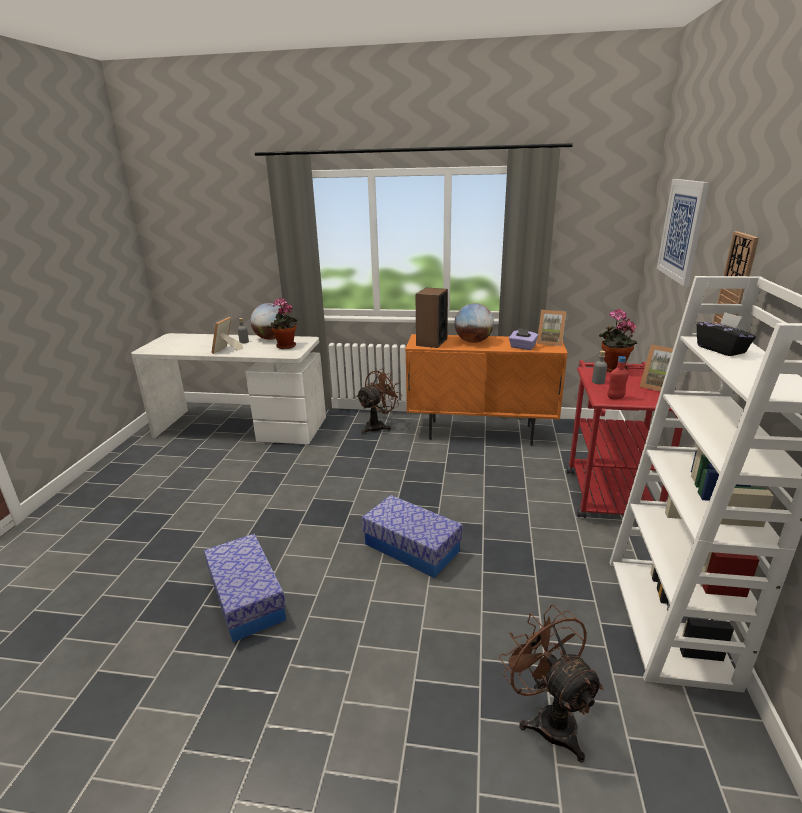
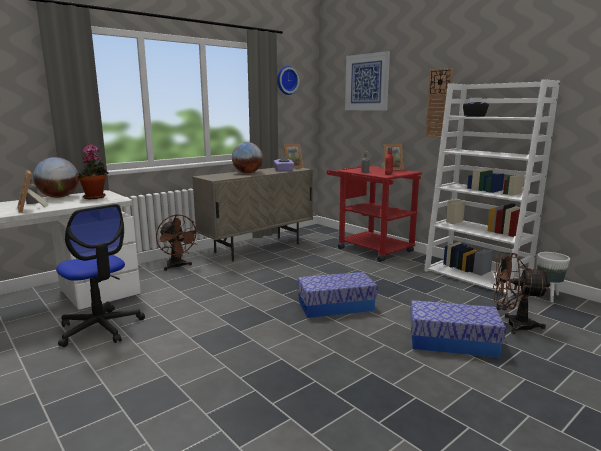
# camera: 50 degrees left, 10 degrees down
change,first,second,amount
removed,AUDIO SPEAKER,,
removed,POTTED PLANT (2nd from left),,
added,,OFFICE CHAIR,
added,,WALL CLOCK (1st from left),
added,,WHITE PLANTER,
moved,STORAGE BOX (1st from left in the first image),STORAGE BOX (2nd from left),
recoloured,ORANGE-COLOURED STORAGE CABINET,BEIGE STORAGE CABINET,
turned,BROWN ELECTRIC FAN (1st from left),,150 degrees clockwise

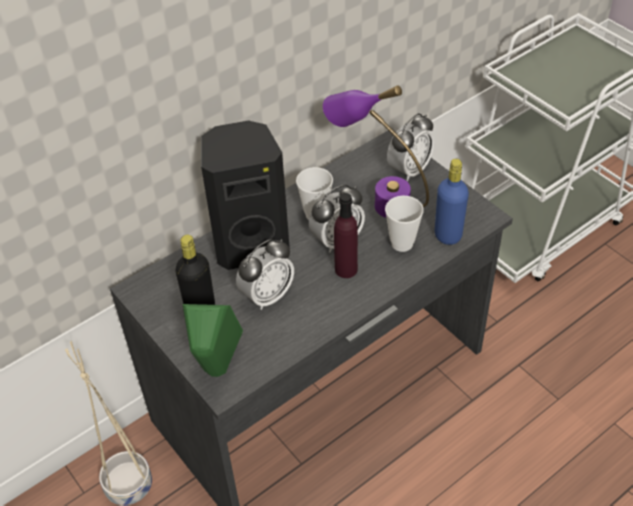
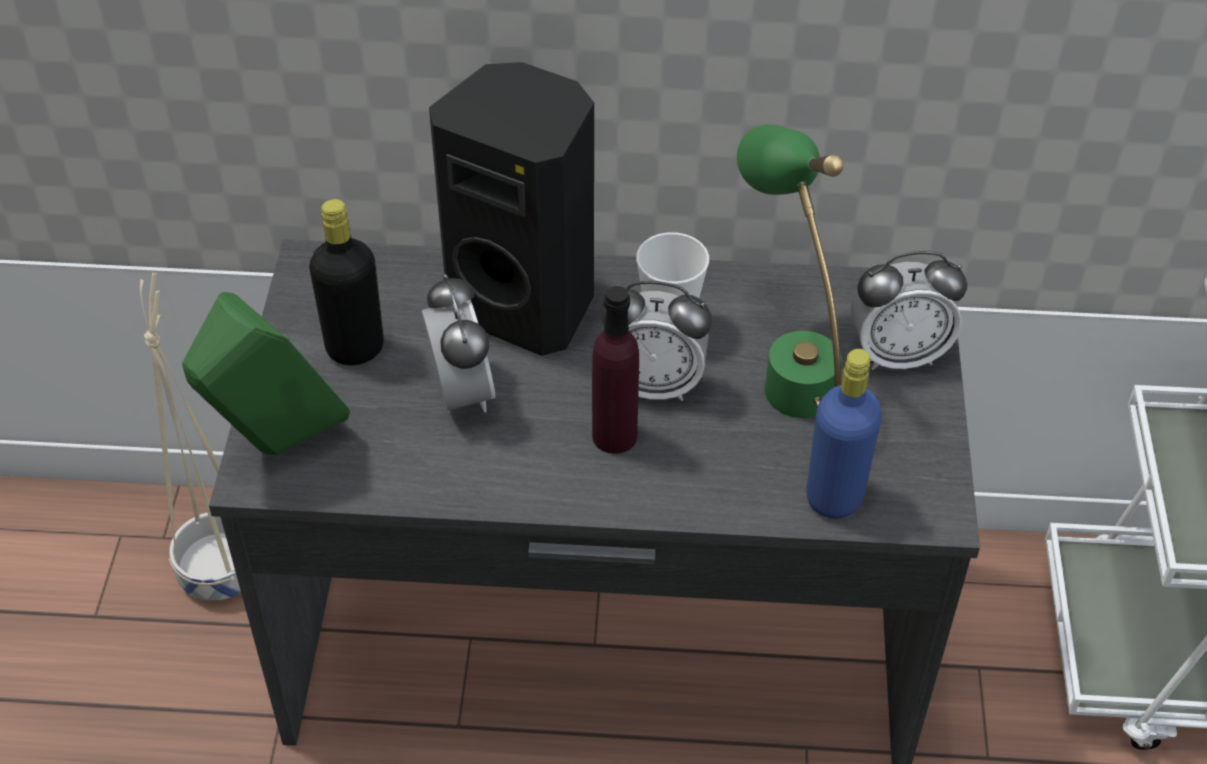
# camera: 40 degrees right, 0 degrees up
change,first,second,amount
removed,DRINKING CUP (2nd from left),,
recoloured,PURPLE-COLOURED LAMP FOR A TABLE,GREEN-COLOURED LAMP FOR A TABLE,
turned,TABLE CLOCK (1st from left),,105 degrees counterclockwise

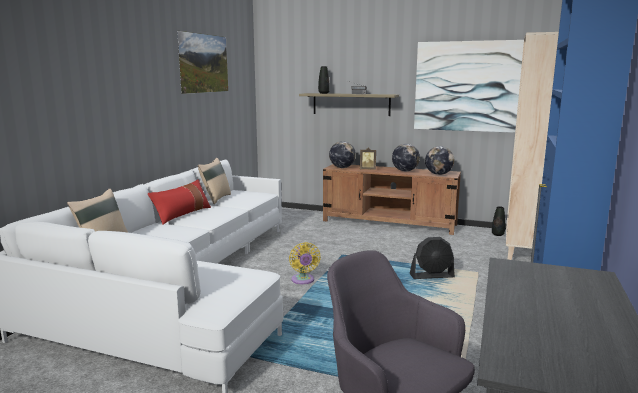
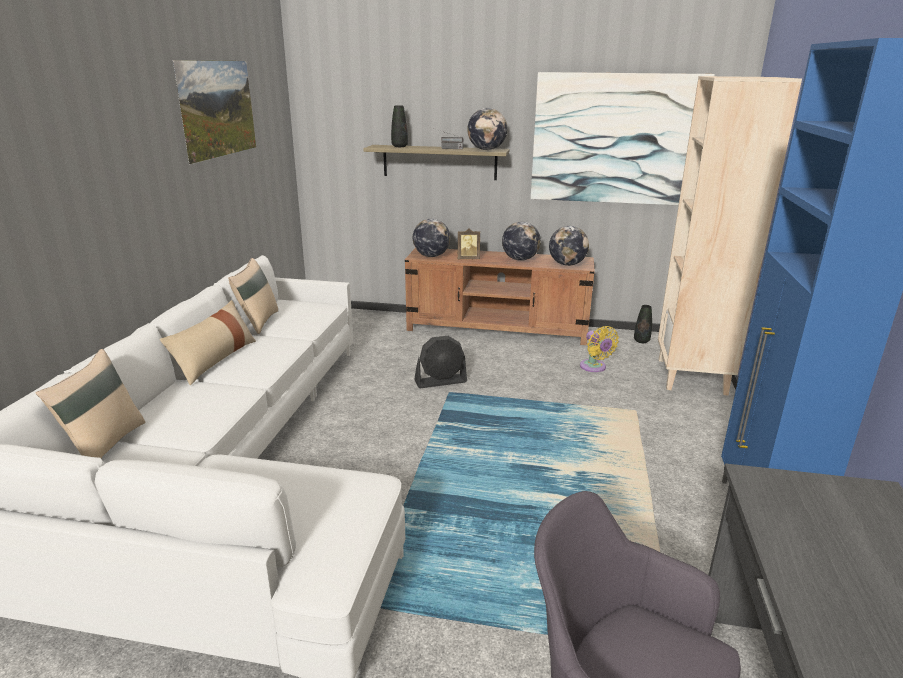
# camera: 10 degrees left, 10 degrees up
change,first,second,amount
added,,WORLD GLOBE (2nd from left),
moved,YELLOW ELECTRIC FAN,,
moved,BLACK-COLOURED ELECTRIC FAN,,
recoloured,RED PILLOW,BEIGE PILLOW (2nd from left),

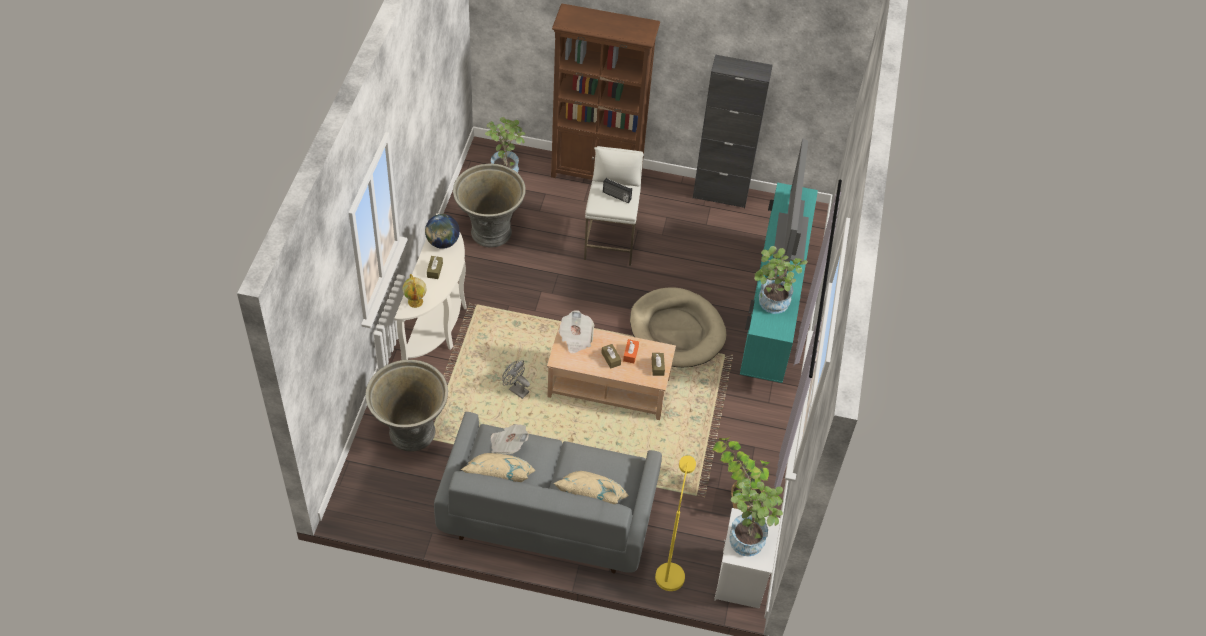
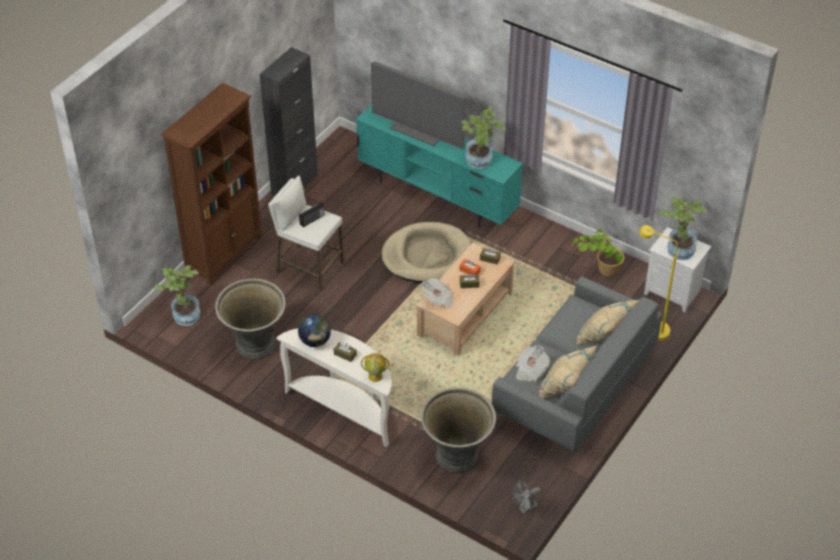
# camera: 65 degrees left, 5 degrees down
change,first,second,amount
moved,GREY ELECTRIC FAN,,

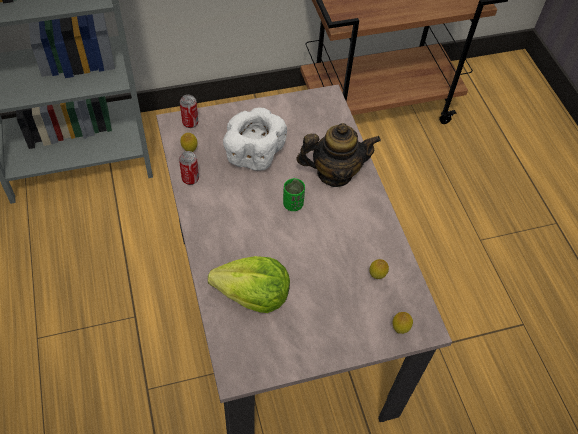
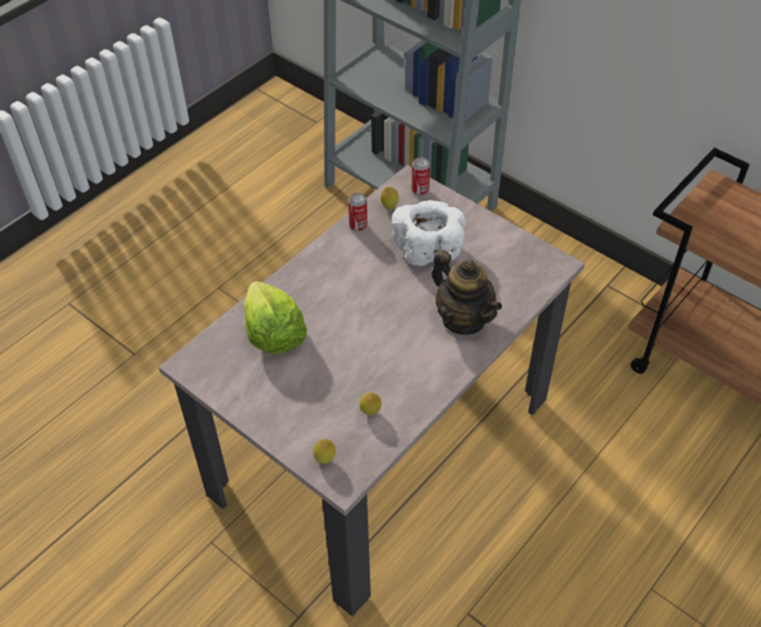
# camera: 60 degrees right, 5 degrees down
change,first,second,amount
removed,GREEN-COLOURED DRINKING CUP,,

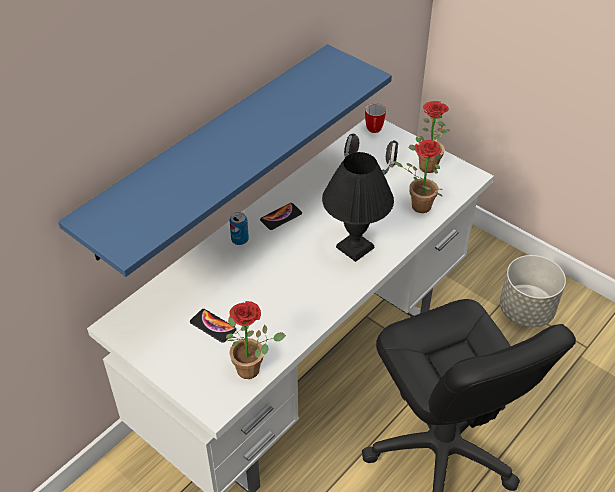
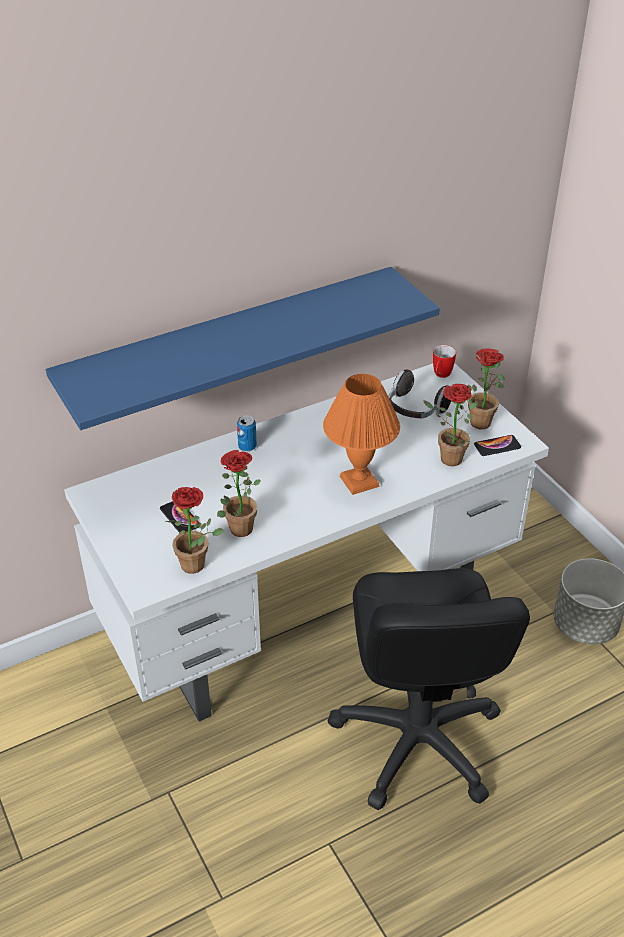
# camera: 20 degrees right, 5 degrees down
change,first,second,amount
added,,POTTED PLANT (2nd from left),
moved,PHONE (2nd from left),,
recoloured,BLACK-COLOURED LAMP FOR A TABLE,ORANGE-COLOURED LAMP FOR A TABLE,

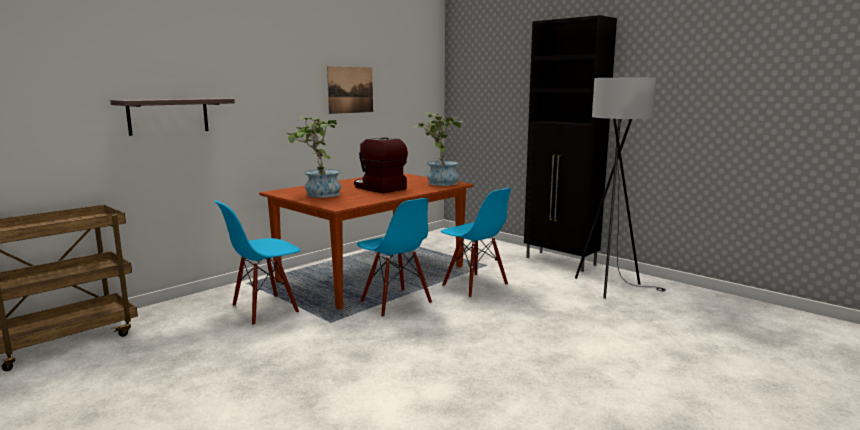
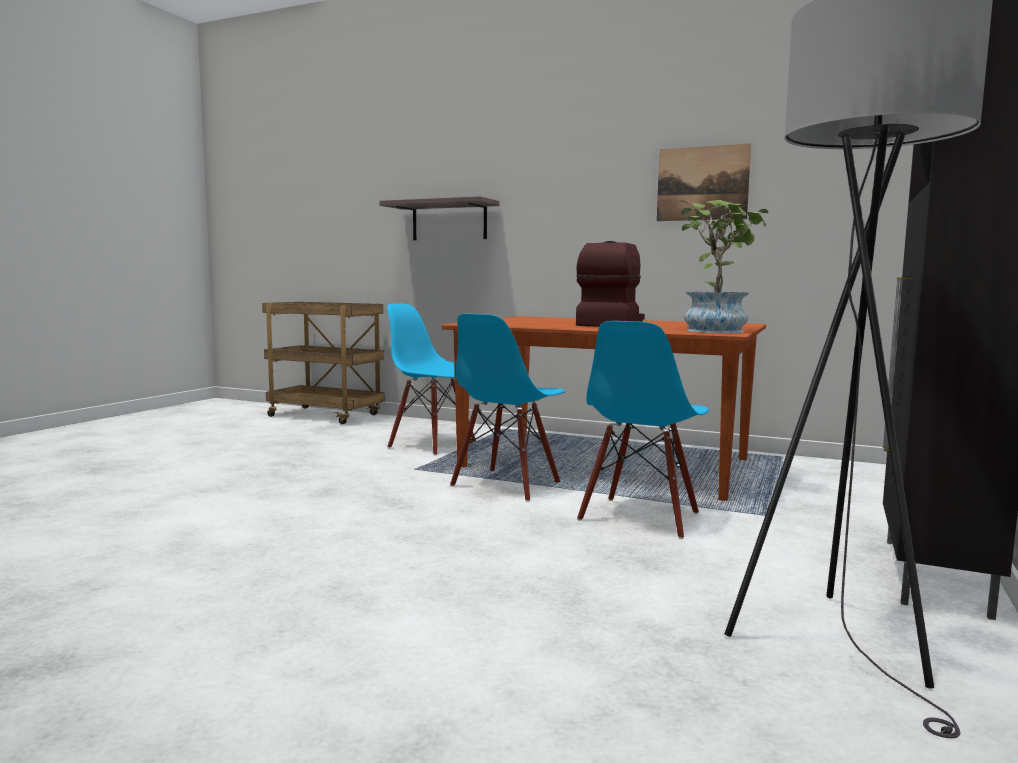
# camera: 70 degrees right, 5 degrees down
change,first,second,amount
removed,POTTED PLANT (1st from left),,

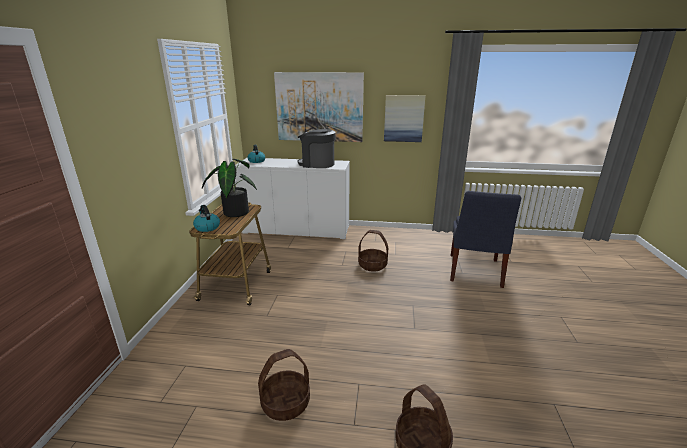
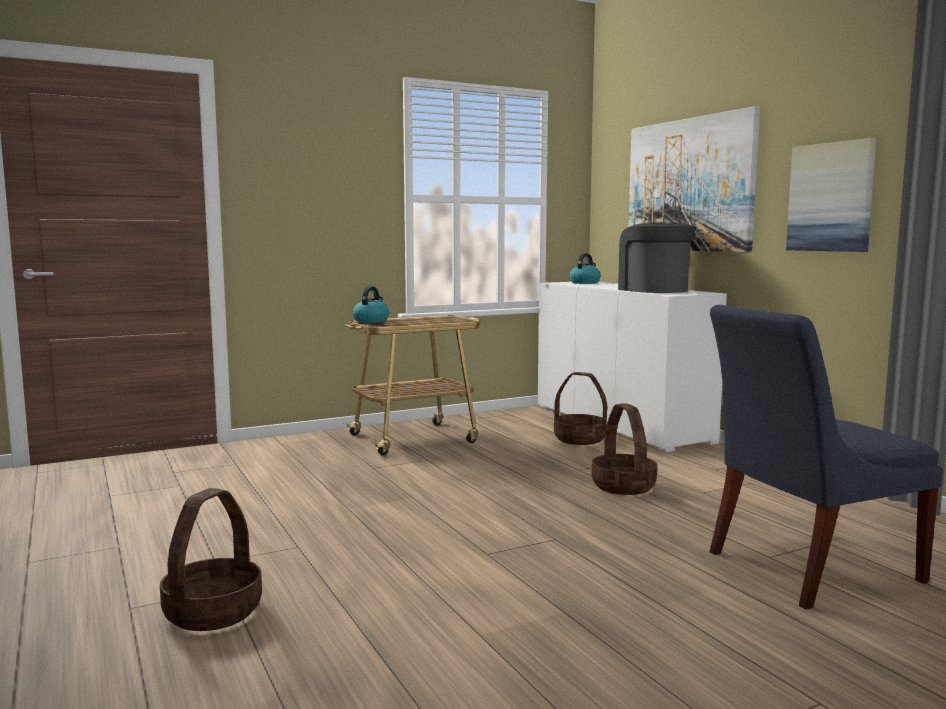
# camera: 55 degrees right, 15 degrees down
change,first,second,amount
removed,POTTED PLANT,,
moved,BASKET (1st from left in the first image),BASKET (2nd from left),

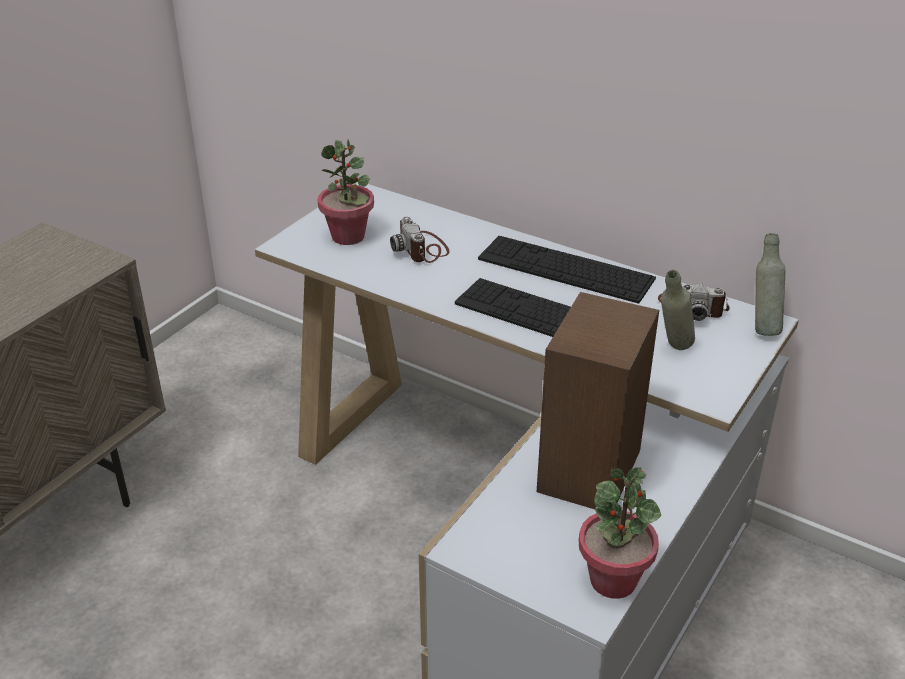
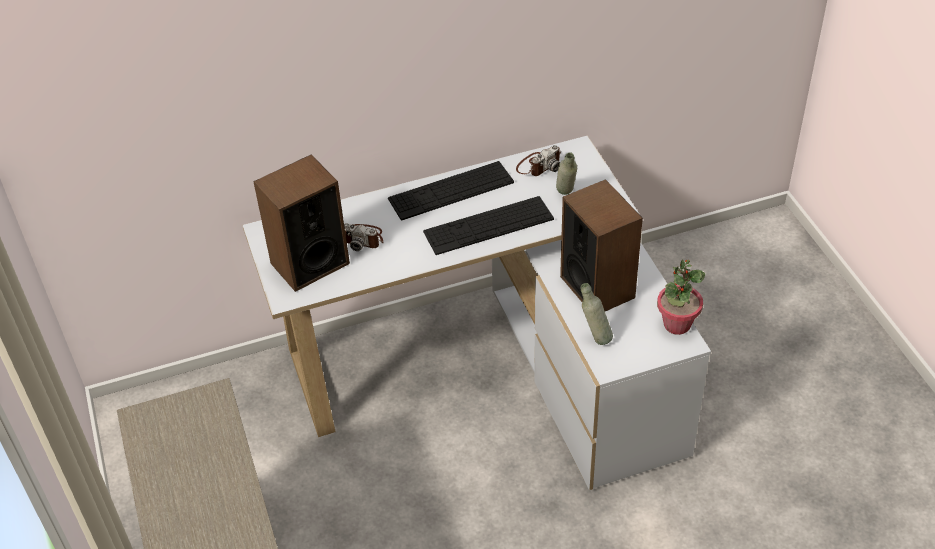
# camera: 50 degrees left, 10 degrees up
change,first,second,amount
moved,GREY BOTTLE (2nd from left),,
replaced,POTTED PLANT (1st from left),AUDIO SPEAKER (1st from left),

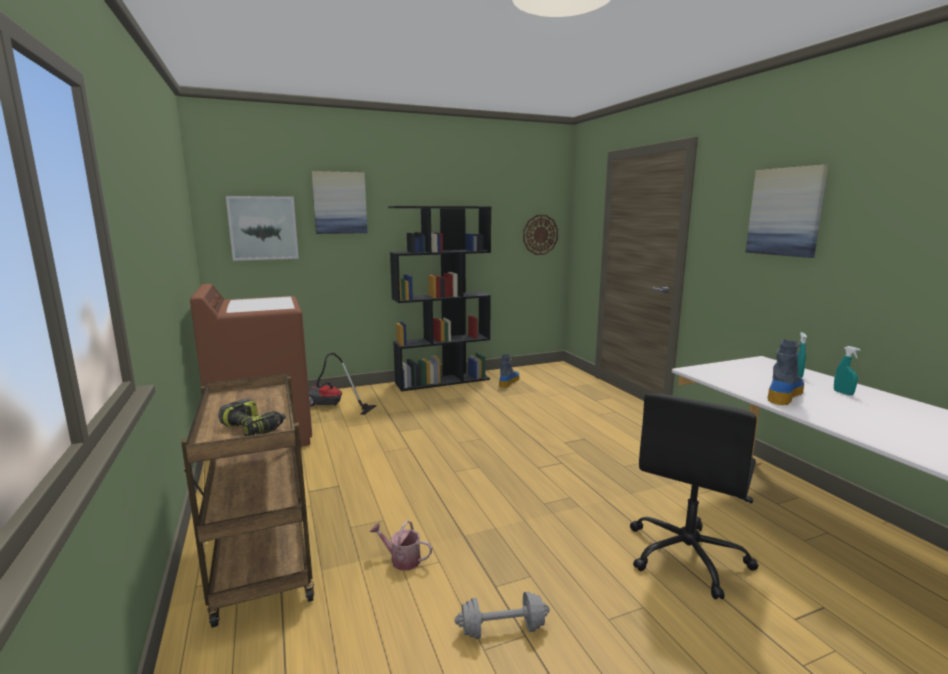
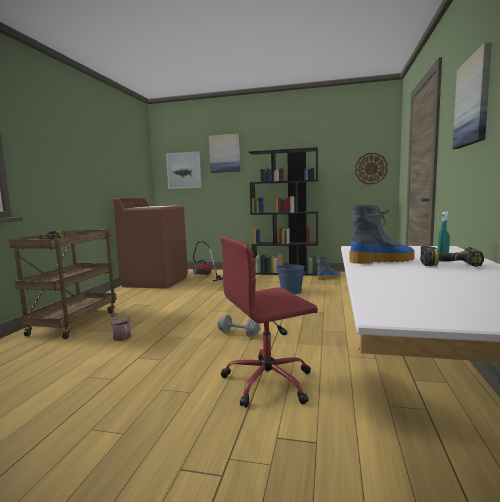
# camera: 35 degrees right, 5 degrees down
change,first,second,amount
added,,BLUISH WATER BUCKET,
moved,GREY FREE WEIGHT,,
replaced,TURQUOISE-COLOURED SPRAY BOTTLE (2nd from left),ELECTRIC DRILL (2nd from left),
recoloured,BLACK-COLOURED OFFICE CHAIR,RED OFFICE CHAIR,

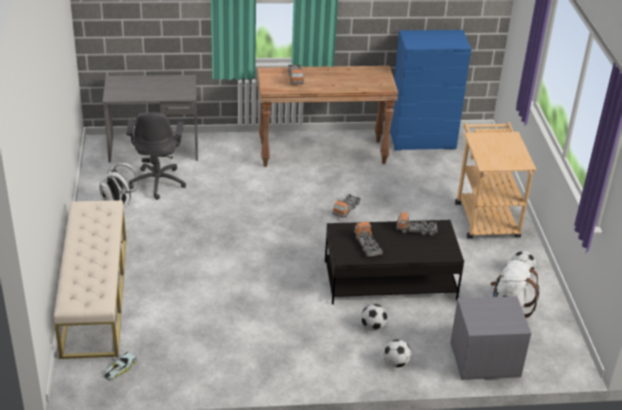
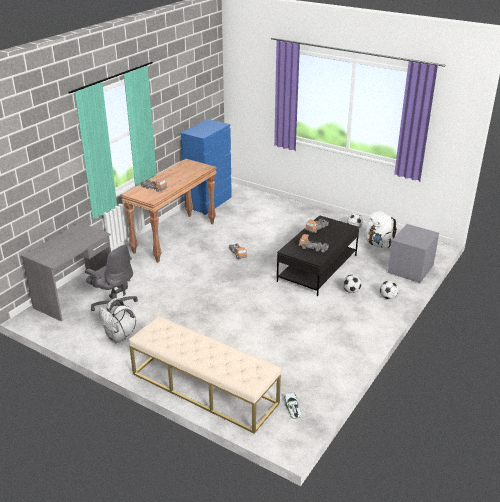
# camera: 50 degrees left, 5 degrees down
change,first,second,amount
removed,BEIGE WHEELED CART,,

